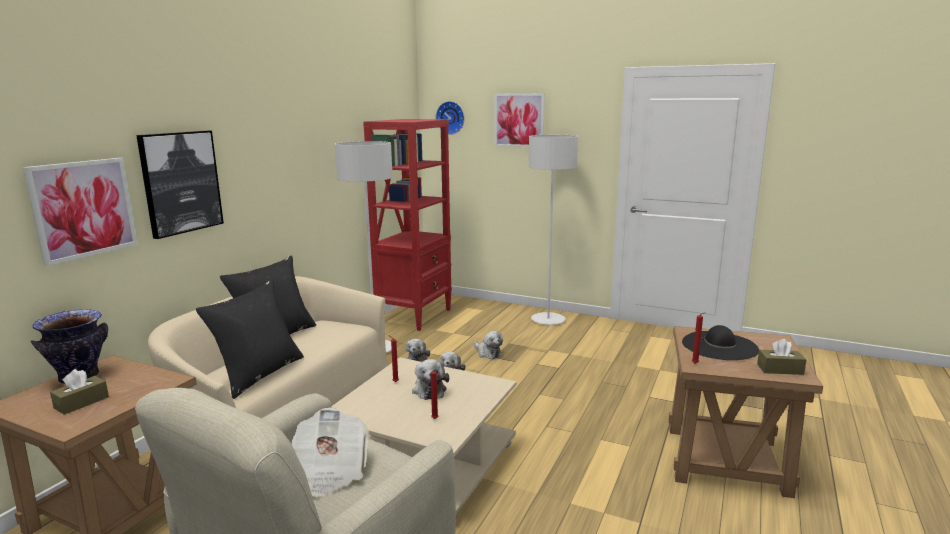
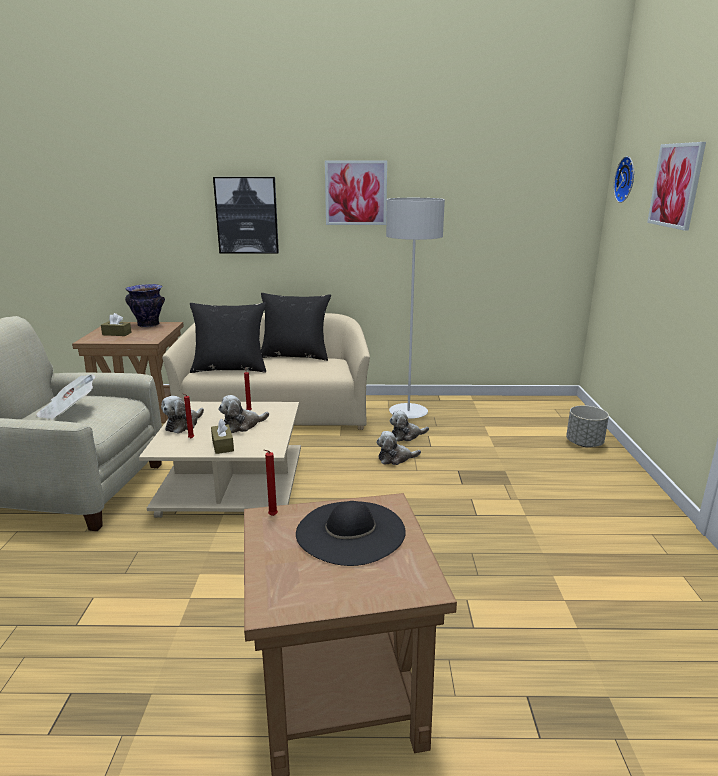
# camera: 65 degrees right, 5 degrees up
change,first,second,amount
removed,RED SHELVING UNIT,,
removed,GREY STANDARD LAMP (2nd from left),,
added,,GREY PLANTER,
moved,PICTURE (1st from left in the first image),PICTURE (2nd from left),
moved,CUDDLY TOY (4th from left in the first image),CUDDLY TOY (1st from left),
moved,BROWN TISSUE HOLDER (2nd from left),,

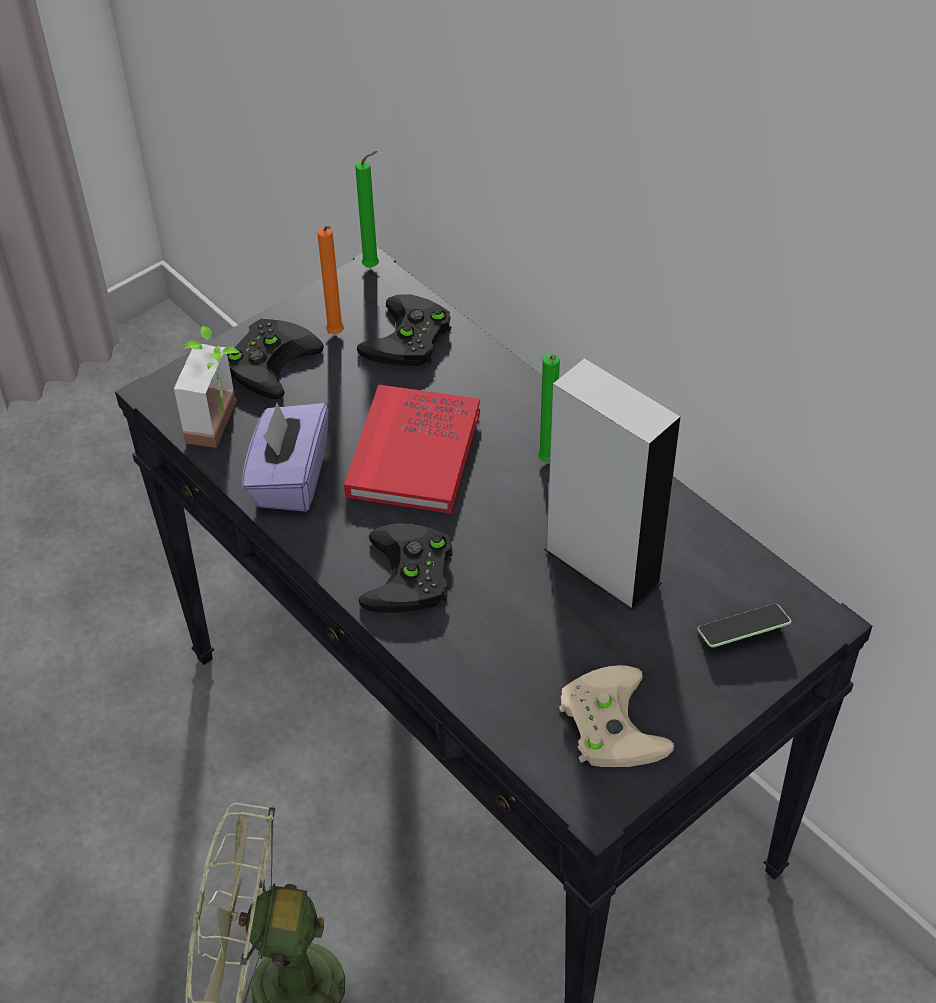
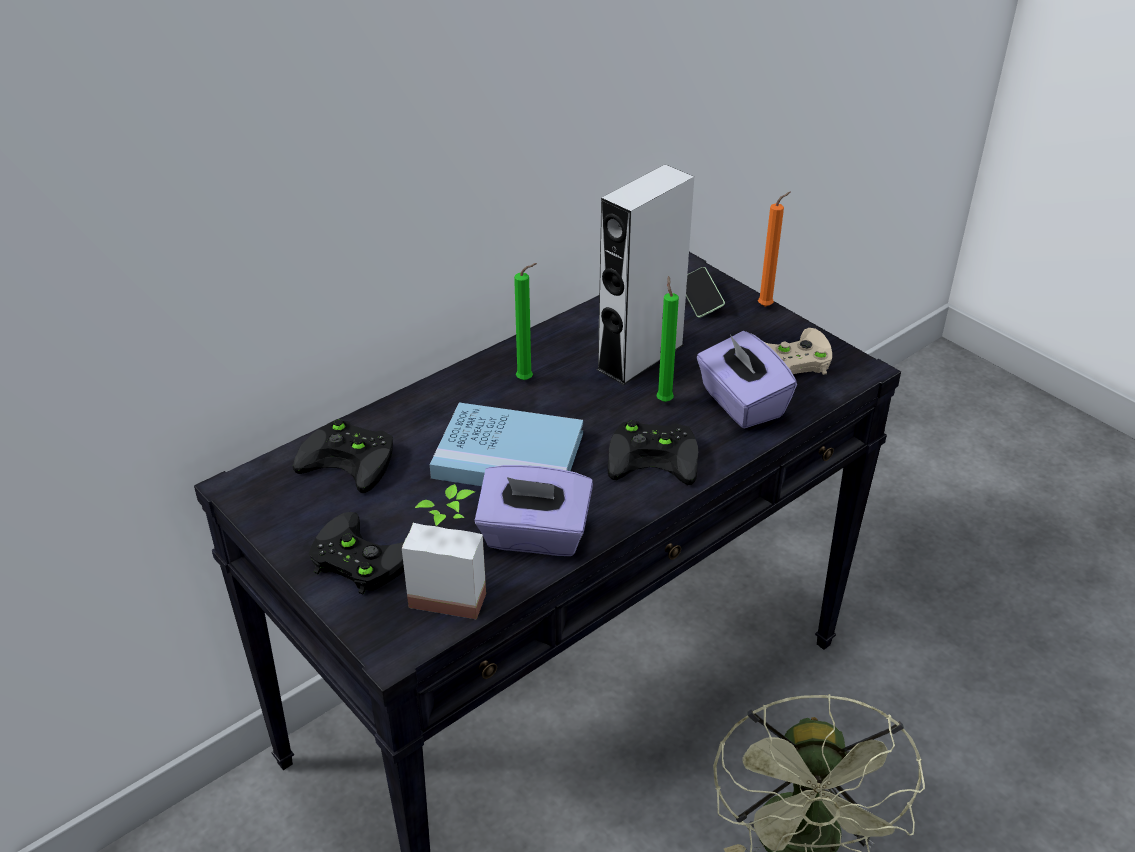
# camera: 90 degrees left, 10 degrees down
change,first,second,amount
added,,PURPLE-COLOURED TISSUE HOLDER (2nd from left),
moved,ORANGE-COLOURED WAX LIGHT,,
moved,GREEN-COLOURED WAX LIGHT (1st from left in the first image),GREEN-COLOURED WAX LIGHT (2nd from left),
recoloured,RED BOUND BOOK,BLUISH BOUND BOOK,

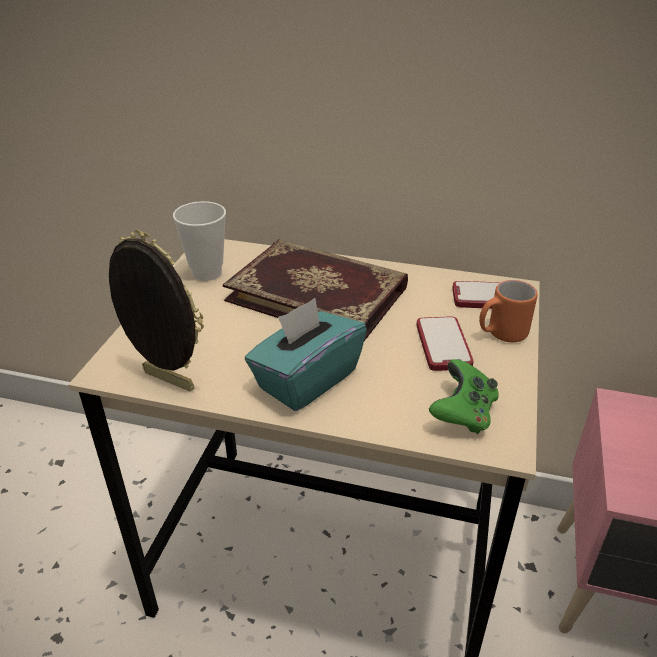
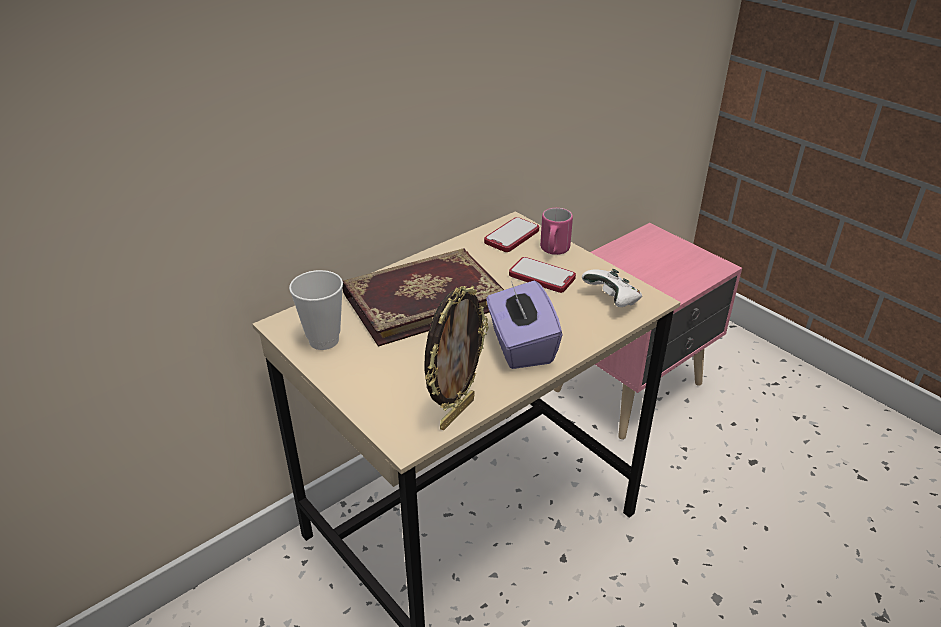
# camera: 55 degrees left, 0 degrees up
change,first,second,amount
recoloured,TURQUOISE-COLOURED TISSUE HOLDER,PURPLE-COLOURED TISSUE HOLDER,
recoloured,GREEN-COLOURED JOYPAD,WHITE JOYPAD,
recoloured,ORANGE-COLOURED COFFEE MUG,PINK-COLOURED COFFEE MUG,
turned,STANDING FRAME,,150 degrees clockwise

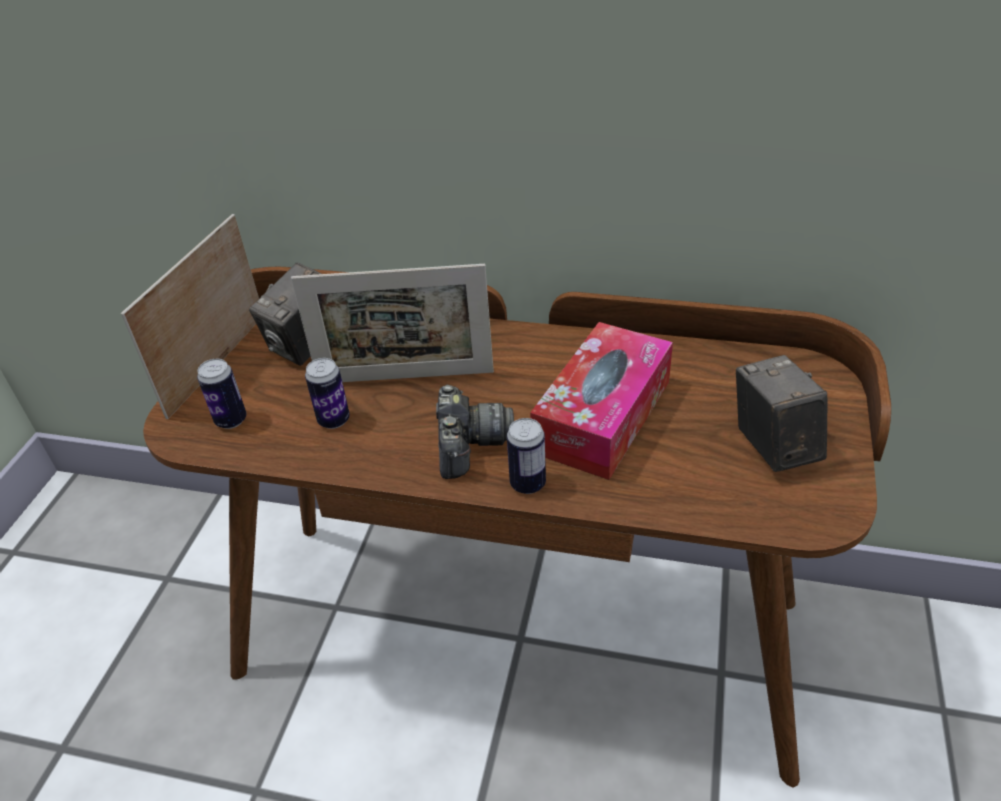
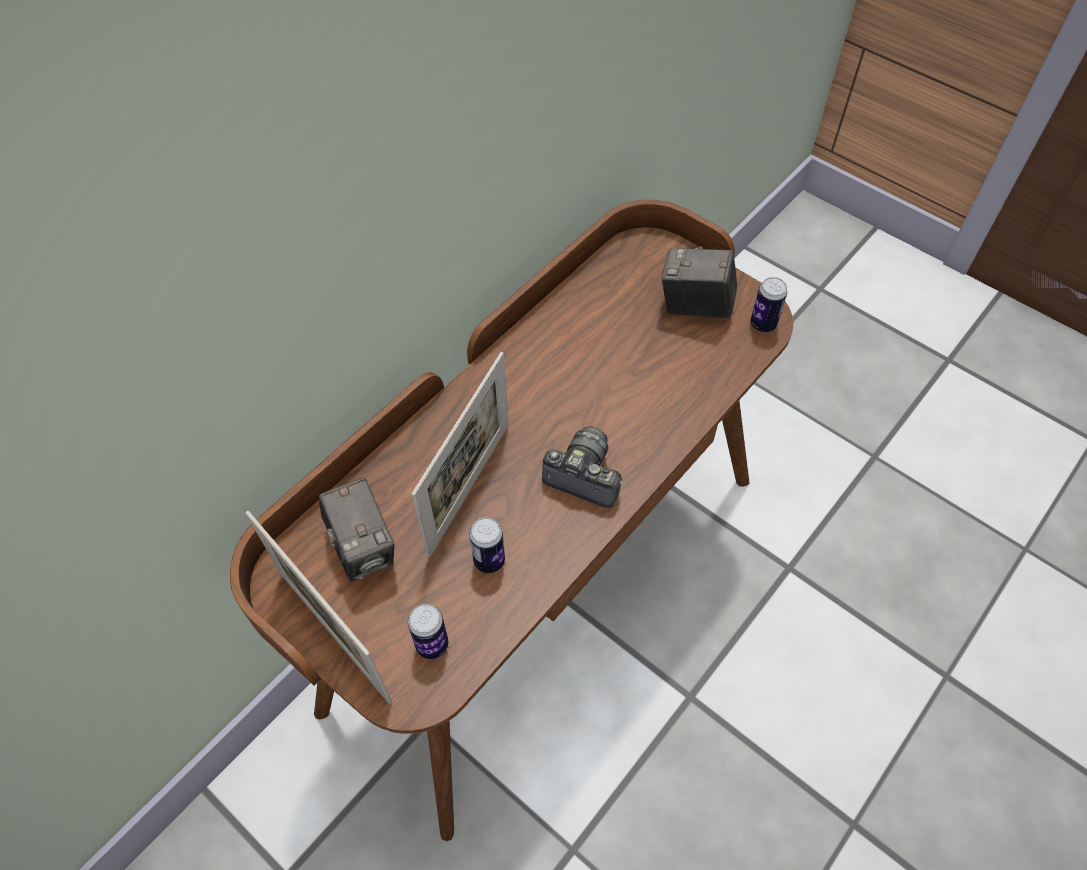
# camera: 65 degrees left, 15 degrees up
change,first,second,amount
removed,TISSUE HOLDER,,
moved,SEALED CAN (3rd from left),,

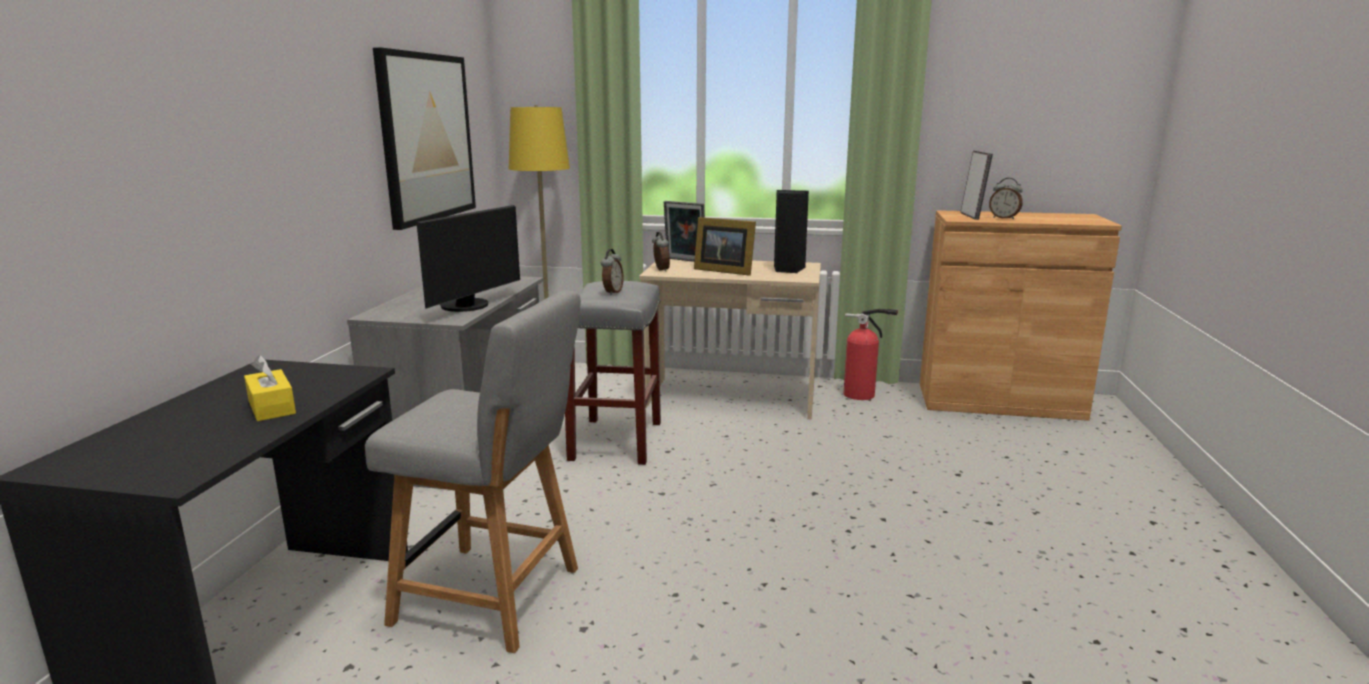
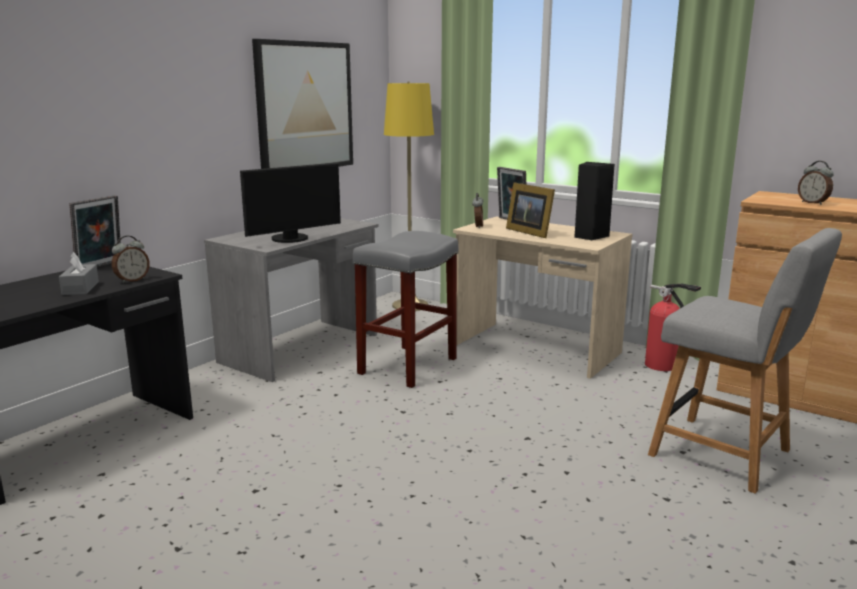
# camera: 25 degrees right, 0 degrees up
change,first,second,amount
moved,GREY PLAIN CHAIR,,
moved,TABLE CLOCK (1st from left),,
moved,STANDING FRAME (3rd from left in the first image),STANDING FRAME (1st from left),
recoloured,YELLOW TISSUE HOLDER,GREY TISSUE HOLDER,

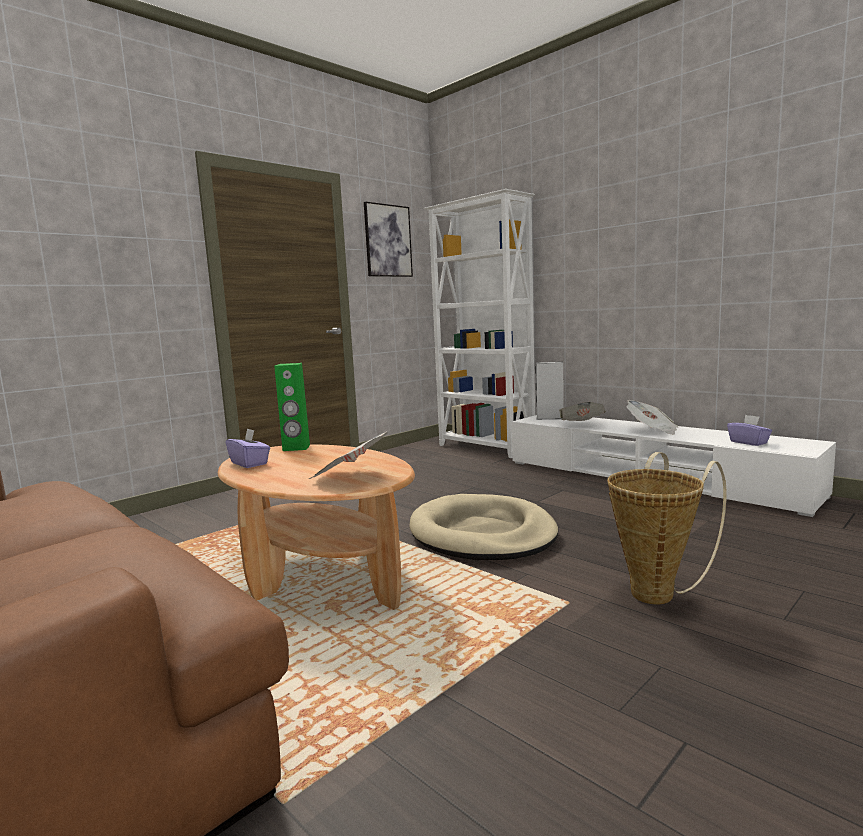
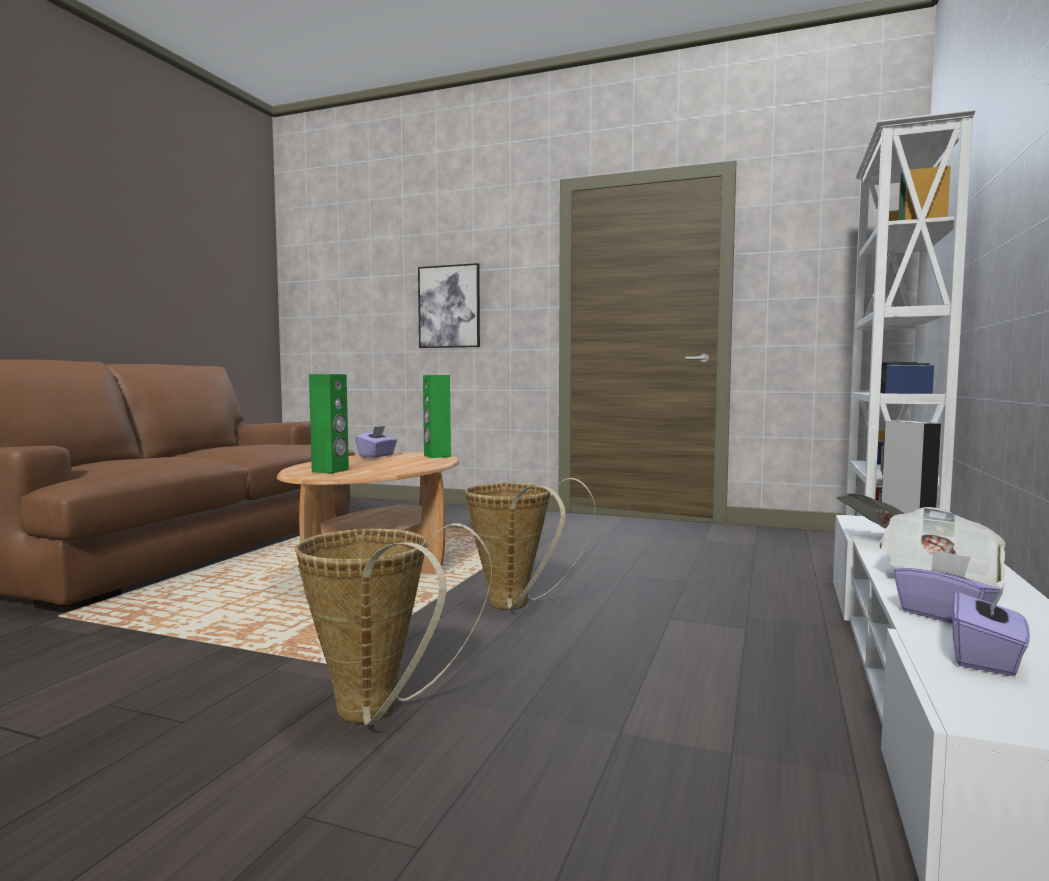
# camera: 65 degrees right, 5 degrees down
change,first,second,amount
added,,PURPLE-COLOURED TISSUE HOLDER (2nd from left),
moved,PICTURE,,
replaced,DAILY PAPER (1st from left),GREEN-COLOURED AUDIO SPEAKER (1st from left),
replaced,BEIGE PET BED,BASKET (2nd from left),

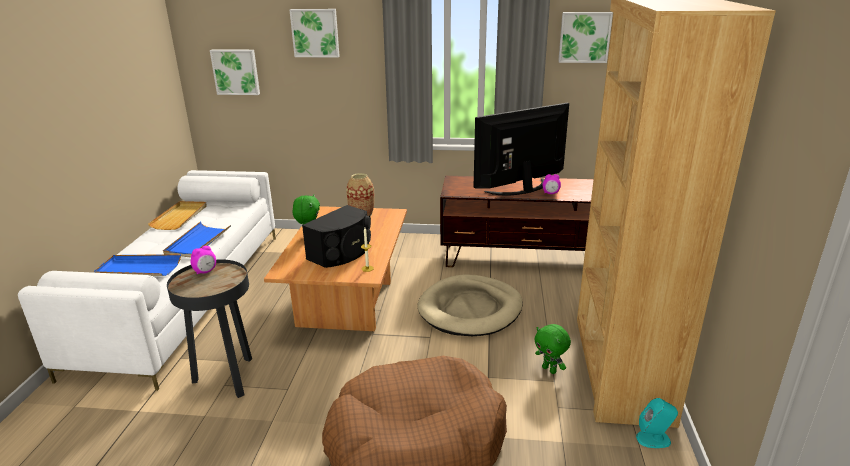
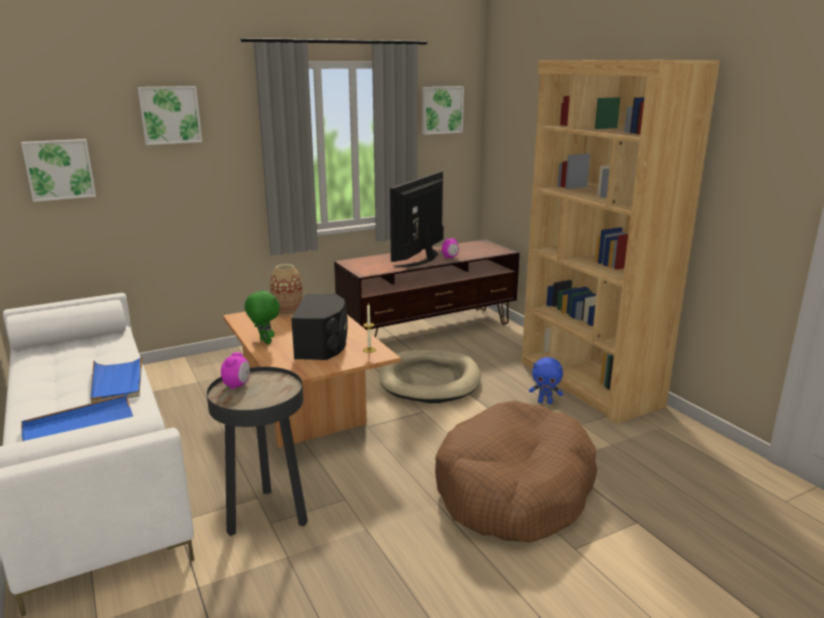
# camera: 35 degrees left, 5 degrees down
change,first,second,amount
removed,BEIGE CARRYING TRAY,,
removed,TURQUOISE-COLOURED AUDIO SPEAKER,,
recoloured,GREEN-COLOURED CUDDLY TOY (2nd from left),BLUISH CUDDLY TOY,

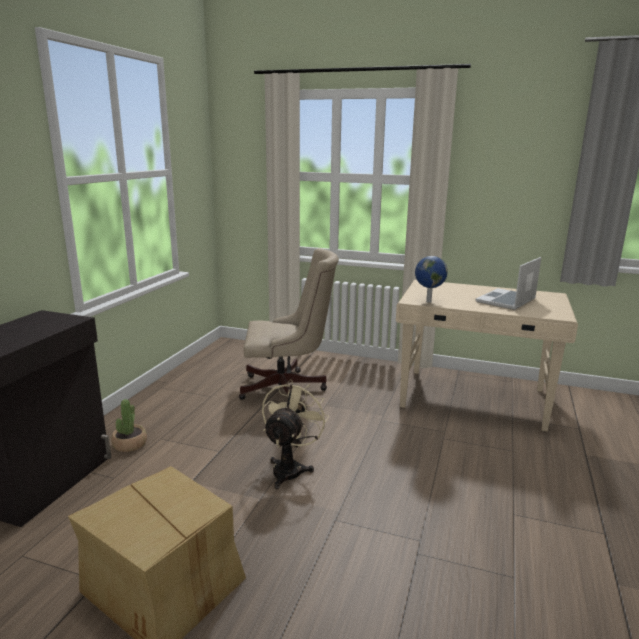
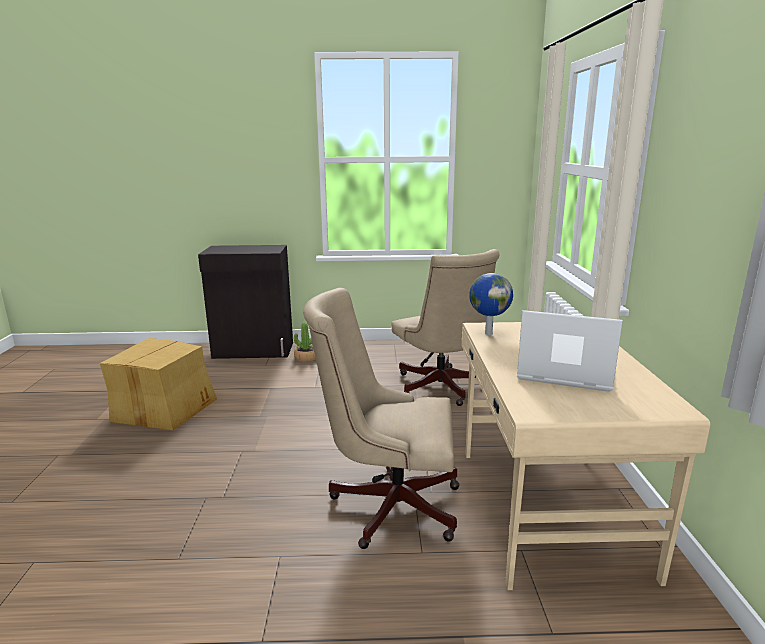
# camera: 70 degrees right, 0 degrees up
change,first,second,amount
removed,BEIGE ELECTRIC FAN,,
added,,BEIGE OFFICE CHAIR (1st from left),

